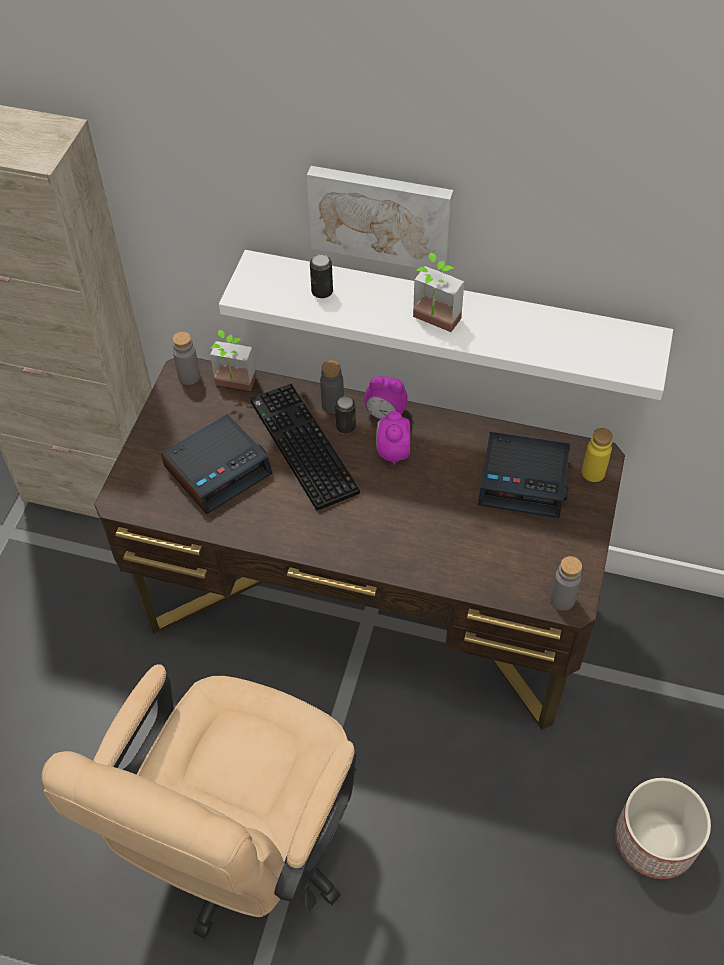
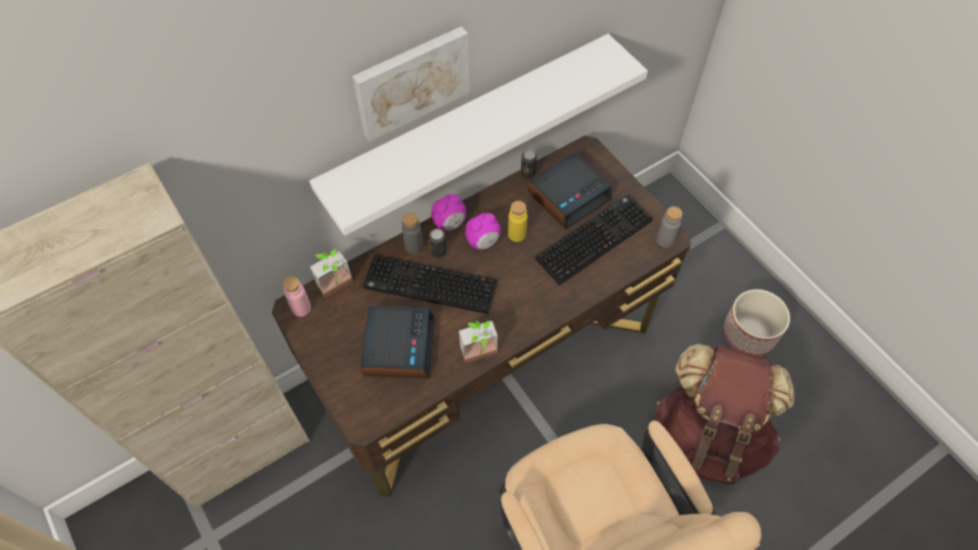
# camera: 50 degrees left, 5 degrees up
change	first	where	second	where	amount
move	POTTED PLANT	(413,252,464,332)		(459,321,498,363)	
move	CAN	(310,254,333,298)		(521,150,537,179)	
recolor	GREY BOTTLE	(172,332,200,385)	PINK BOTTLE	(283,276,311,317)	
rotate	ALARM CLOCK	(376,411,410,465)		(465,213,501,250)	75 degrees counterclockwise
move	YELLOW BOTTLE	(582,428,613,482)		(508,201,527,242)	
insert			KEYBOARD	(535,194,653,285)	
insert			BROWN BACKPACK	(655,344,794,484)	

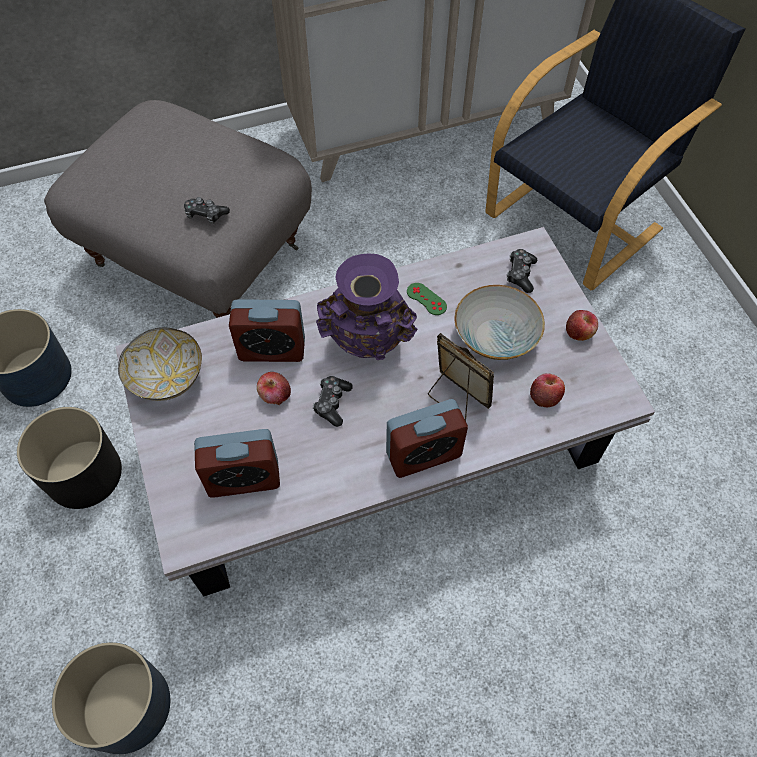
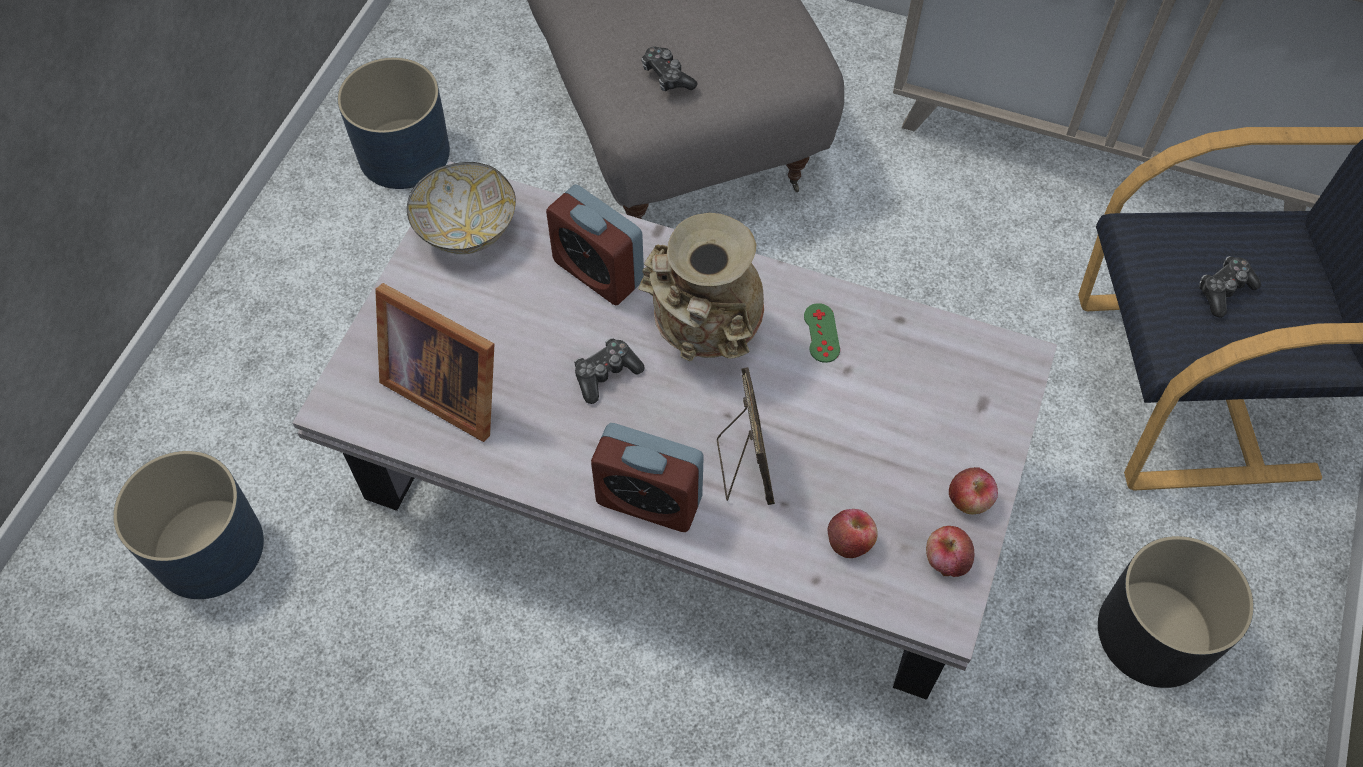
# camera: 40 degrees right, 0 degrees up
change	first	where	second	where	amount
move	GAME CONTROLLER	(507,249,537,293)		(1199,256,1261,318)	
recolor	PURPLE VASE	(316,253,417,360)	BEIGE VASE	(638,213,764,361)	
delete	BOWL	(454,285,545,360)			
move	APPLE	(257,372,291,405)		(926,526,975,577)	
move	BLACK PLANTER	(17,407,122,509)		(1098,536,1254,688)	
replace	ALARM CLOCK	(194,429,280,497)	PICTURE FRAME	(375,283,494,442)	

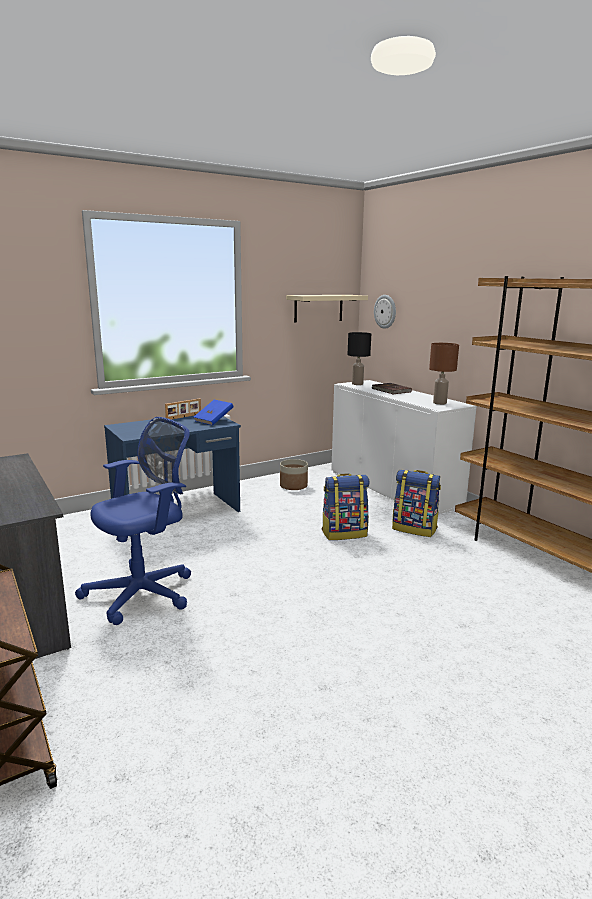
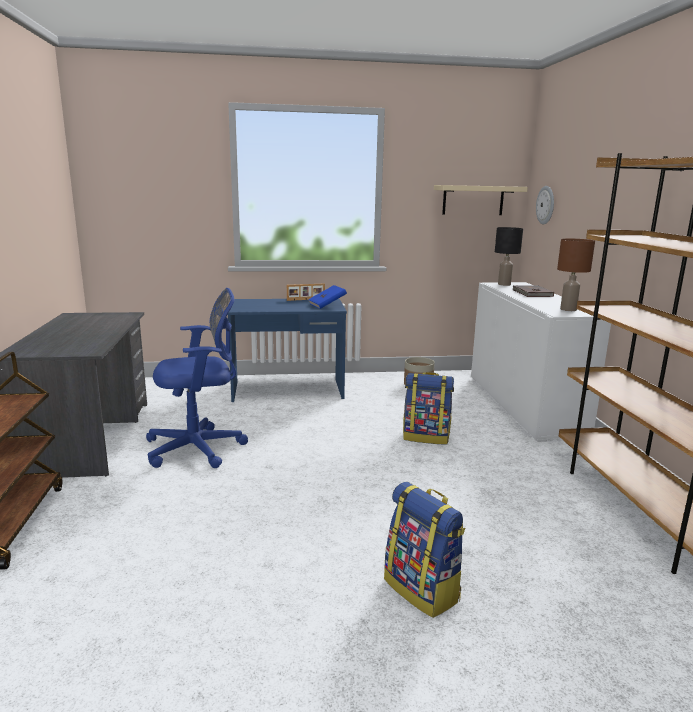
# camera: 25 degrees right, 0 degrees up
change	first	where	second	where	amount
move	BACKPACK	(392,470,441,537)		(384,482,465,618)	

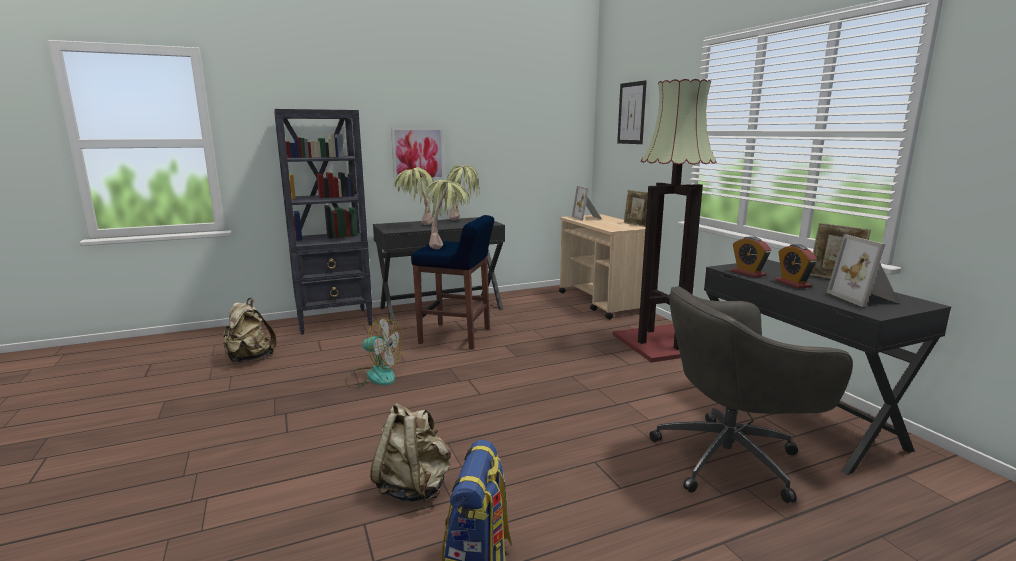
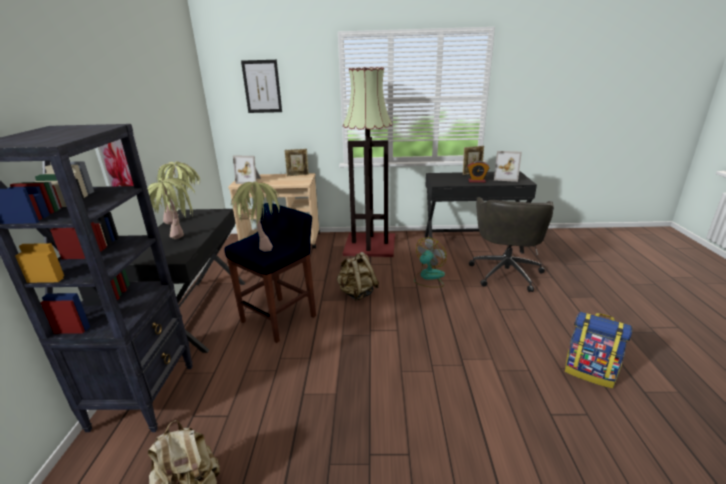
# camera: 65 degrees left, 10 degrees up
change	first	where	second	where	amount
delete	ALARM CLOCK	(731,236,771,278)			
move	FAN	(345,317,402,388)		(414,238,447,288)	
move	BEIGE BACKPACK	(370,403,451,502)		(336,252,379,301)	

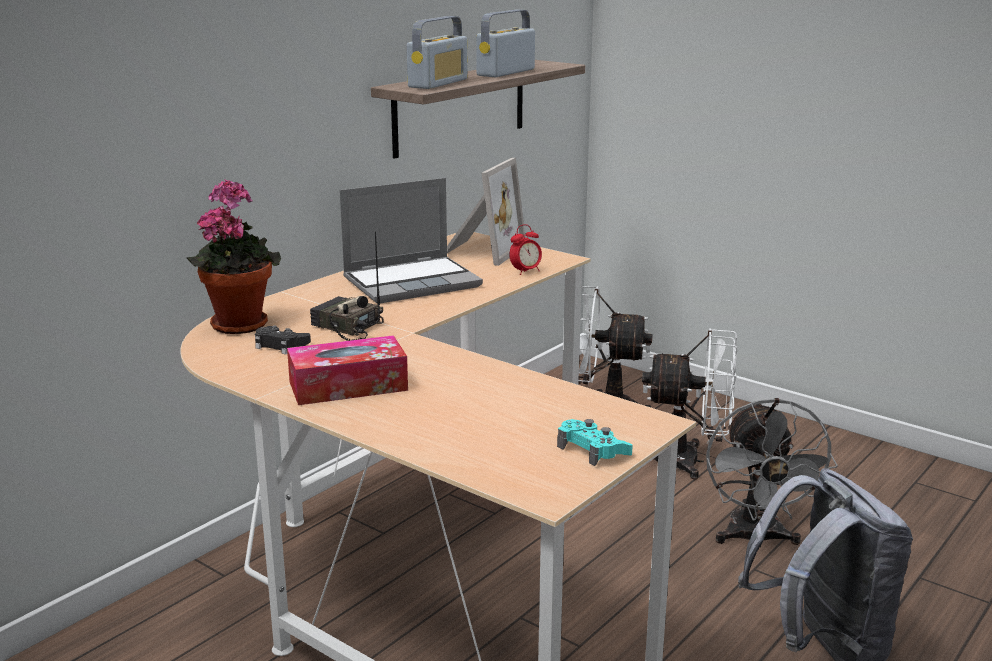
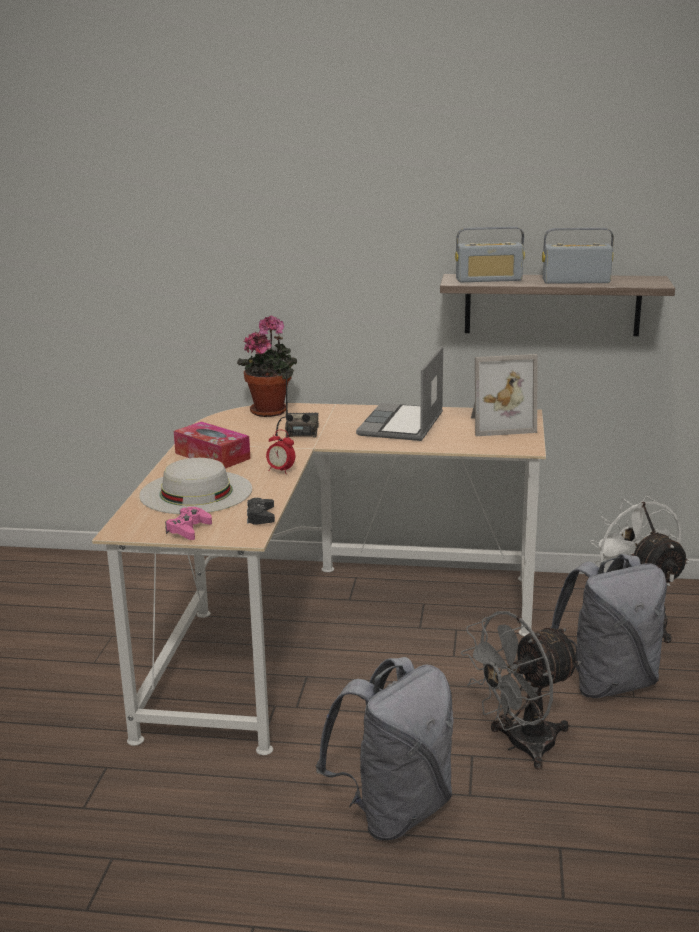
# camera: 60 degrees right, 0 degrees up
change	first	where	second	where	amount
rotate	LAPTOP	(339,178,483,303)		(356,346,443,441)	75 degrees clockwise
move	ALARM CLOCK	(509,224,542,275)		(266,430,295,474)	
move	BLACK GAME CONTROLLER	(255,326,311,354)		(247,498,275,525)	
replace	WHITE FAN	(642,329,737,480)	GREY BACKPACK	(550,554,667,698)	
recolor	TURQUOISE GAME CONTROLLER	(557,419,633,466)	PINK GAME CONTROLLER	(165,507,212,540)	
insert			WHITE HAT	(139,458,252,514)	

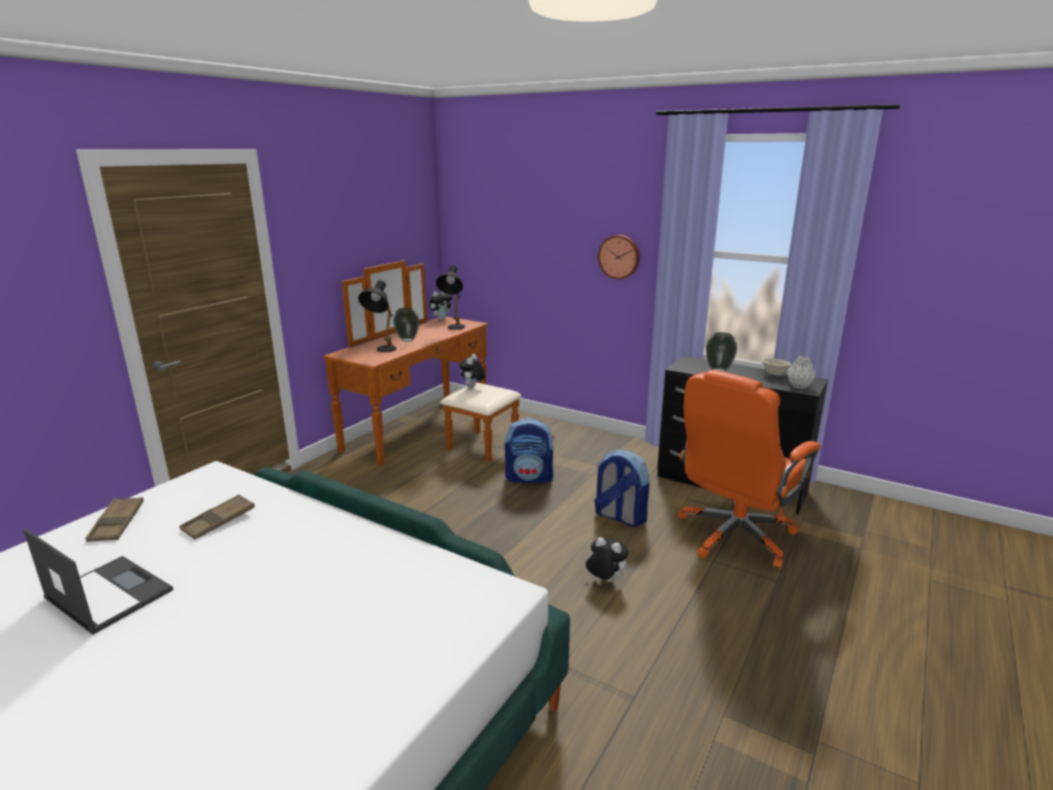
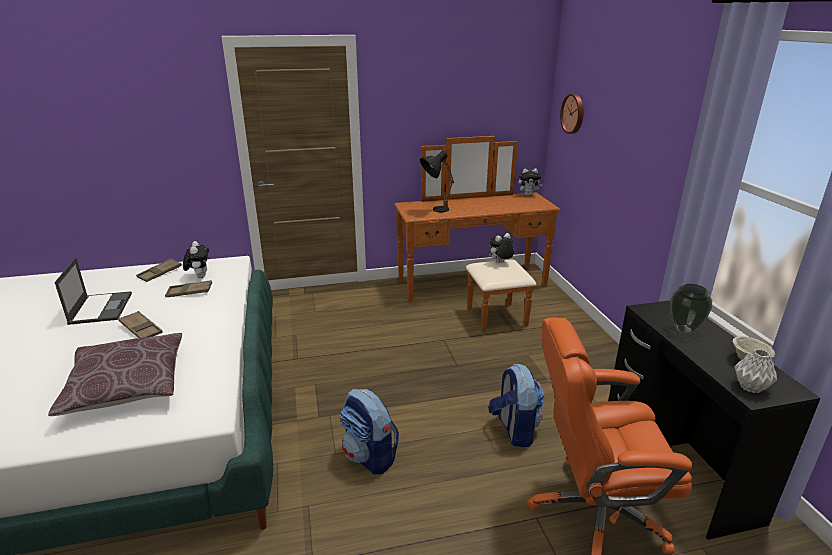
# camera: 45 degrees right, 5 degrees up
change	first	where	second	where	amount
move	WALL CLOCK	(598,235,640,279)		(560,94,584,134)	
delete	BLACK TABLE LAMP	(436,266,465,330)			
delete	VASE	(393,308,419,342)			
move	BACKPACK	(505,418,555,483)		(340,388,399,475)	
move	PLUSH TOY	(586,537,629,582)		(183,241,209,278)	
insert			BROWN TRAY	(118,311,162,338)	
insert			BROWN PILLOW	(48,333,182,416)	

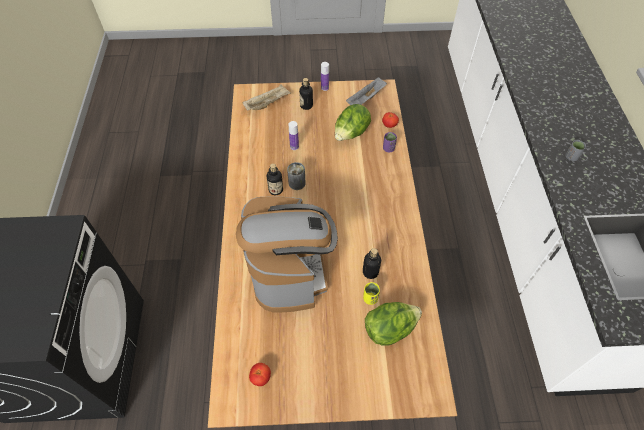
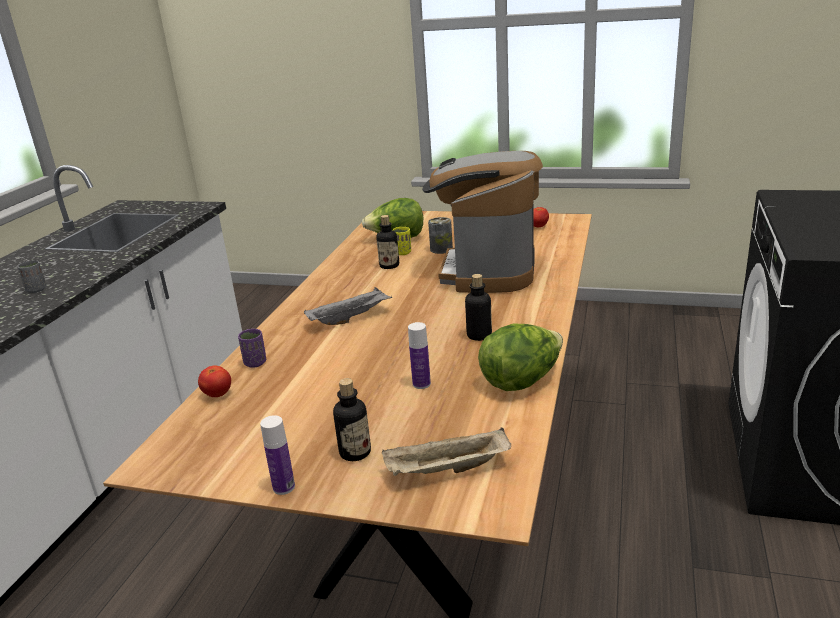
# camera: 160 degrees left, 30 degrees down
change	first	where	second	where	amount
move	GREY TRAY	(346,77,387,105)		(304,287,392,325)	
move	LETTUCE	(335,104,371,141)		(478,323,563,391)	
move	CAN	(287,162,305,190)		(428,217,453,254)	

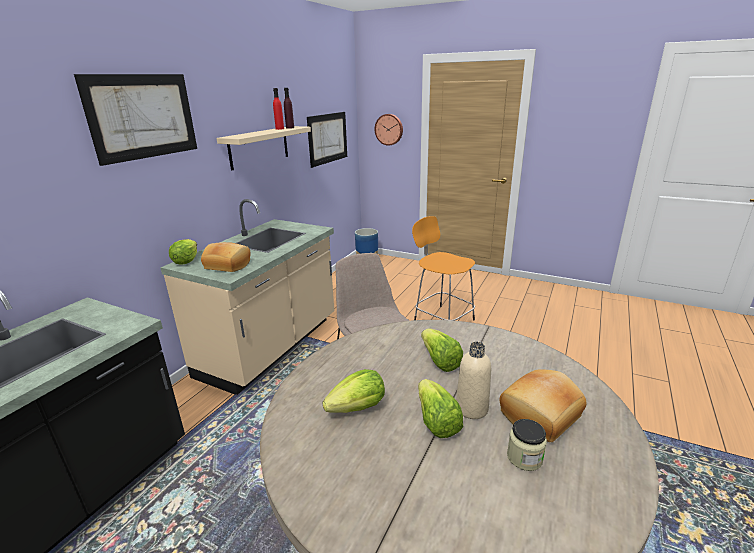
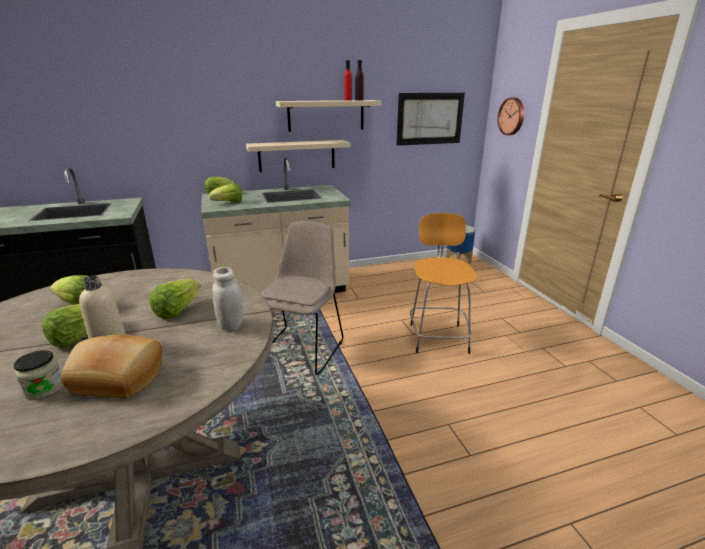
# camera: 45 degrees right, 0 degrees up
change	first	where	second	where	amount
delete	PICTURE	(74,74,197,166)			
replace	BREAD	(201,242,251,272)	LETTUCE	(209,183,242,202)	
insert			BEIGE SHELF	(246,140,350,172)	
insert			WHITE JAR	(212,267,244,331)	

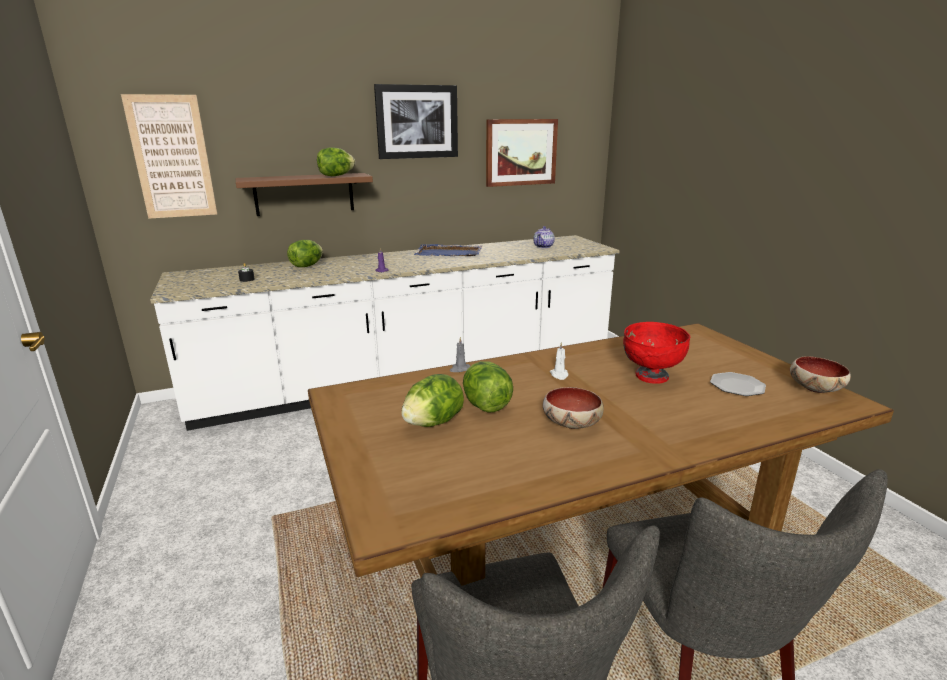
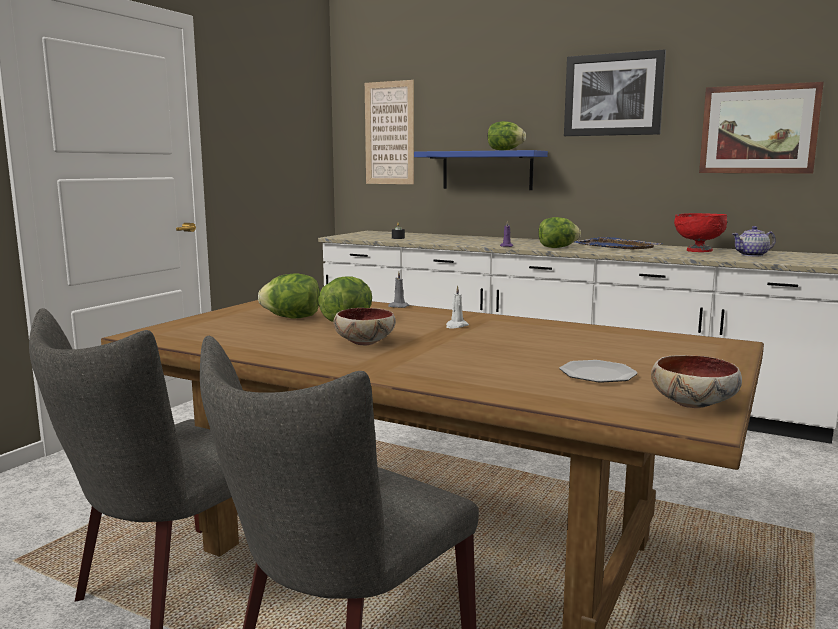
# camera: 50 degrees right, 10 degrees down
change	first	where	second	where	amount
recolor	BROWN SHELF	(236,173,373,216)	BLUE SHELF	(414,150,548,190)	
move	LETTUCE	(287,240,323,267)		(538,217,581,248)	
move	RED BOWL	(623,322,690,384)		(674,213,727,252)	

